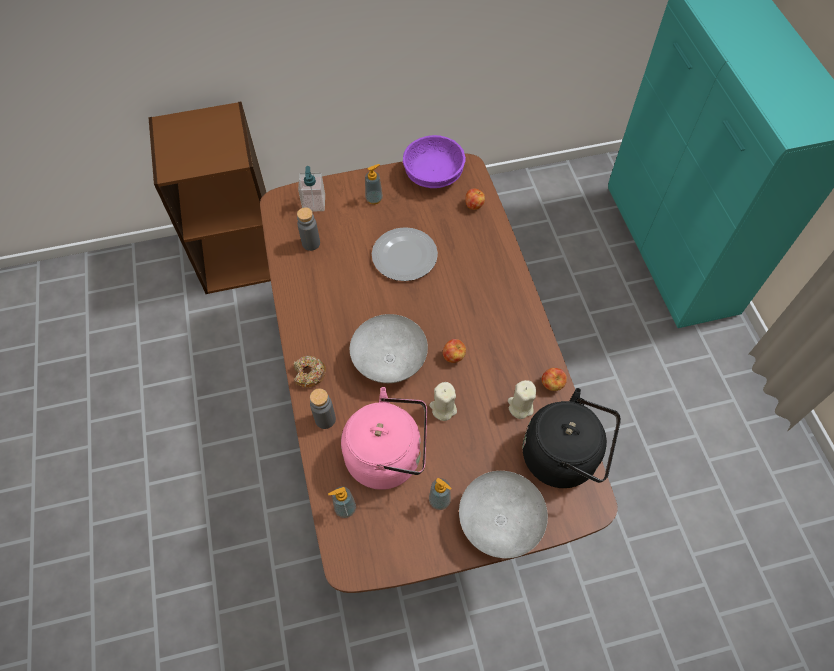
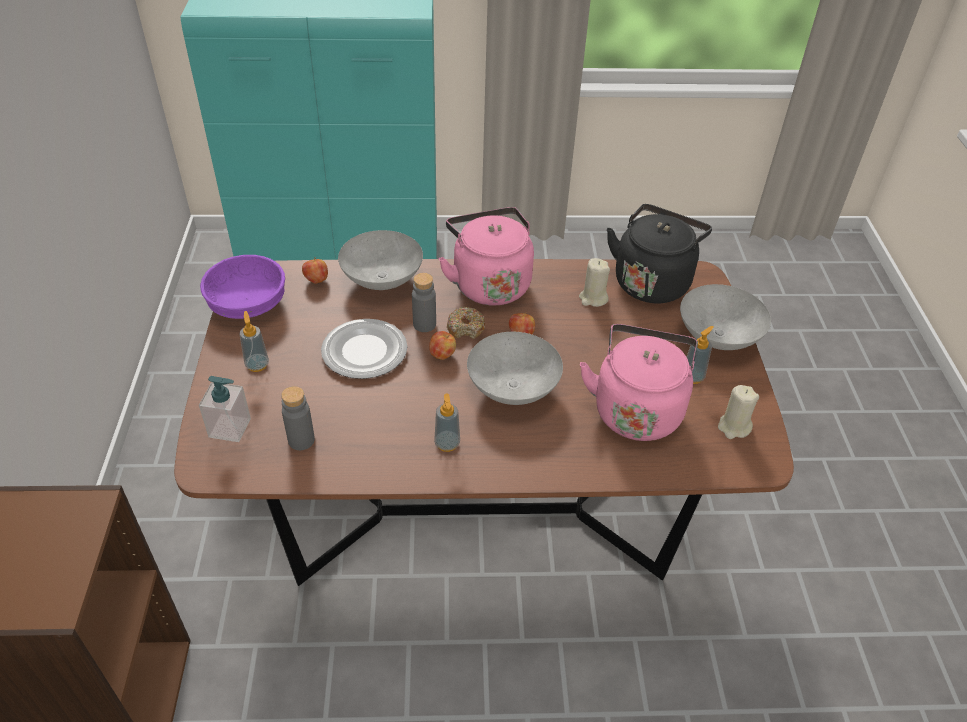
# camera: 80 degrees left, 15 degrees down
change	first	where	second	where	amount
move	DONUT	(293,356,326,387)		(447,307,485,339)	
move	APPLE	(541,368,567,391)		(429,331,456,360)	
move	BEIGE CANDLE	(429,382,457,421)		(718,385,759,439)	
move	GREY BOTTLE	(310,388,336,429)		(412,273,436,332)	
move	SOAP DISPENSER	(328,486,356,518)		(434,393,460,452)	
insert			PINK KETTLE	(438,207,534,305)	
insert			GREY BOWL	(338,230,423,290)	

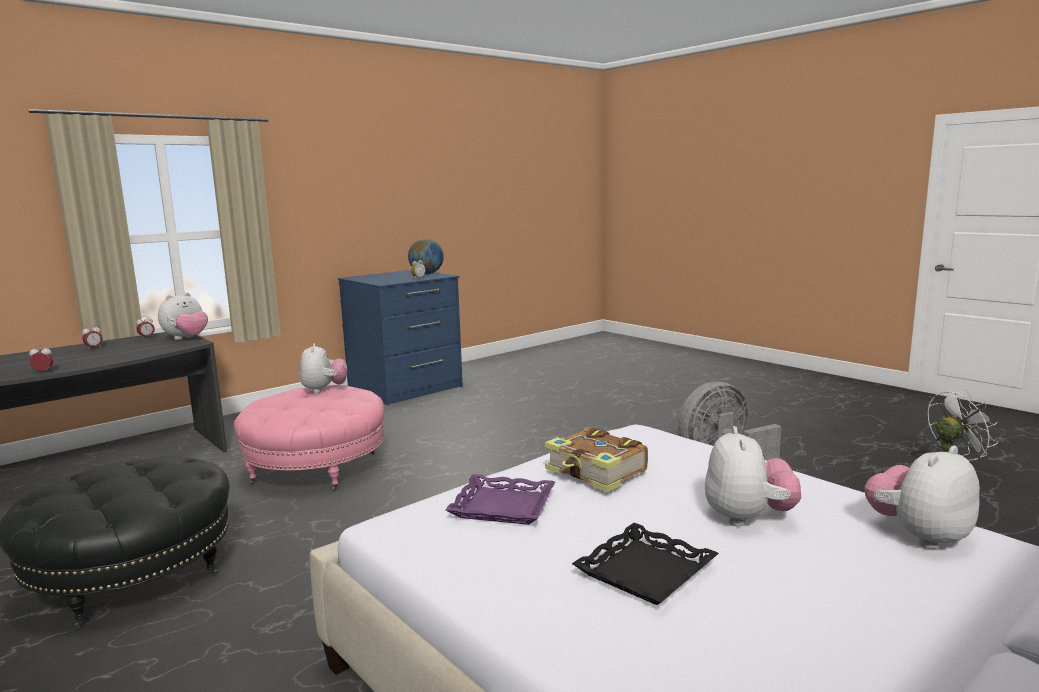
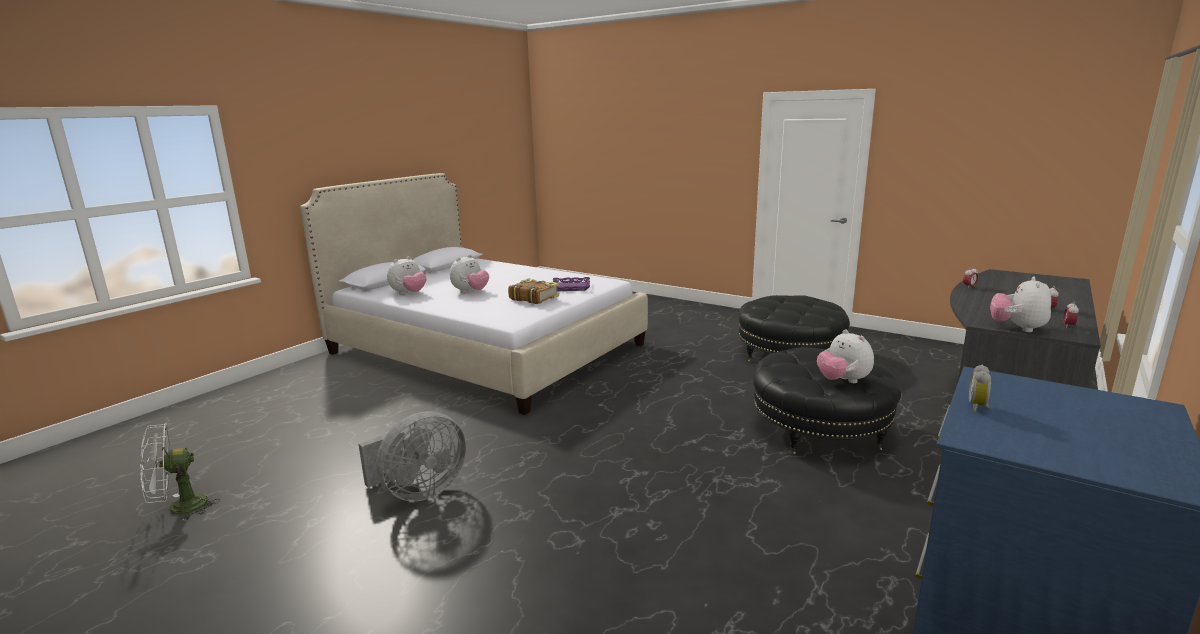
# camera: 165 degrees right, 5 degrees up
change	first	where	second	where	amount
delete	GLOBE	(408,239,444,274)			
recolor	PINK OTTOMAN	(234,385,384,491)	BLACK OTTOMAN	(753,347,901,455)	
rotate	PLUSH TOY	(705,426,801,526)		(450,255,489,293)	135 degrees counterclockwise
delete	BLACK TRAY	(572,523,719,605)			

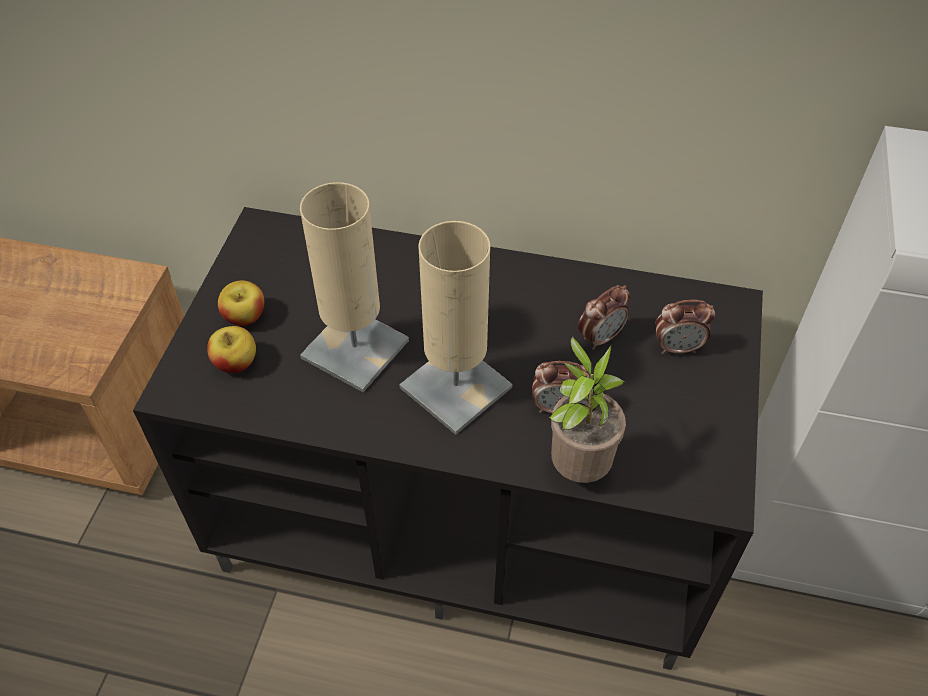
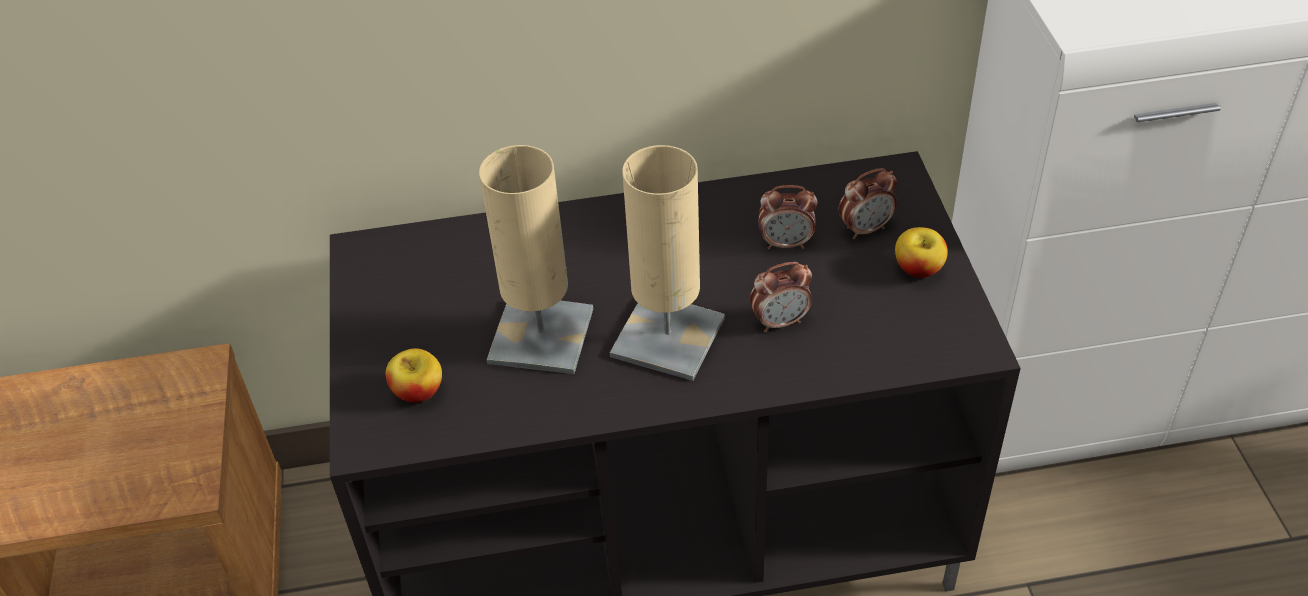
# camera: 20 degrees left, 5 degrees down
change	first	where	second	where	amount
move	APPLE	(218,280,264,326)		(895,227,948,278)	
rotate	ALARM CLOCK	(578,285,630,350)		(758,185,817,249)	60 degrees clockwise
delete	POTTED PLANT	(549,337,626,483)			

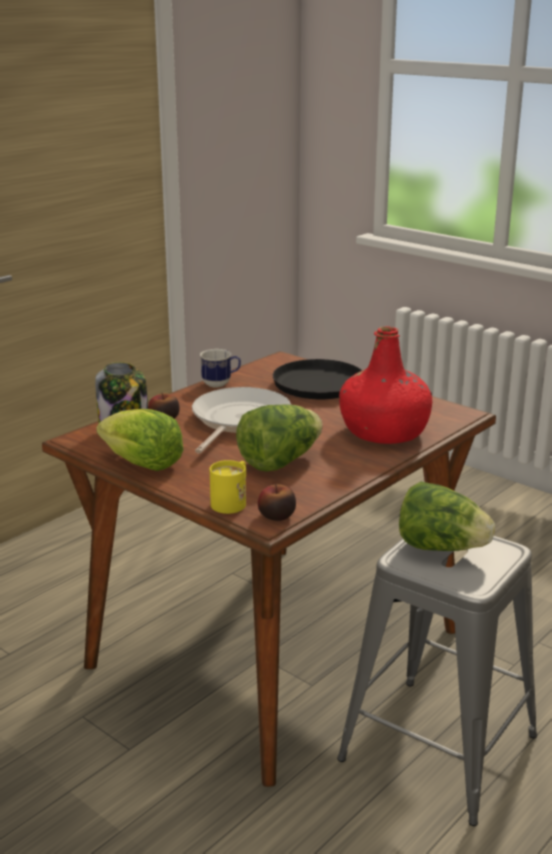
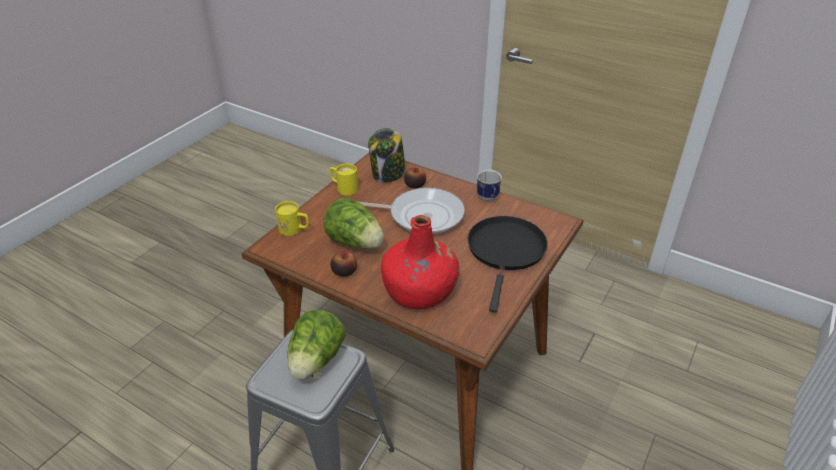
# camera: 80 degrees right, 15 degrees up
change	first	where	second	where	amount
replace	LETTUCE	(96,409,184,471)	YELLOW MUG	(330,164,358,196)	
move	APPLE	(258,484,296,521)		(330,251,357,277)	

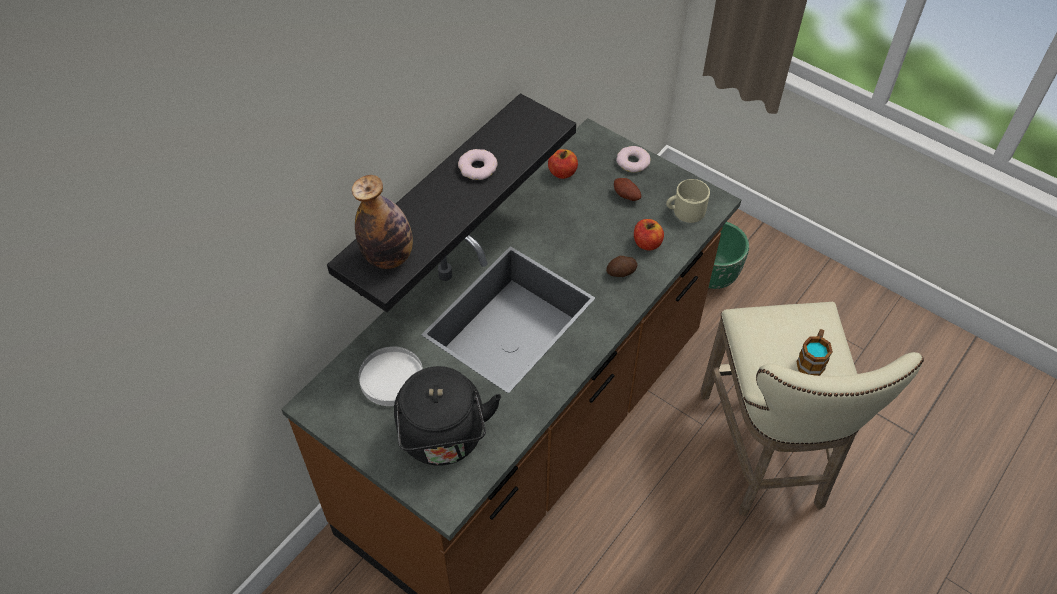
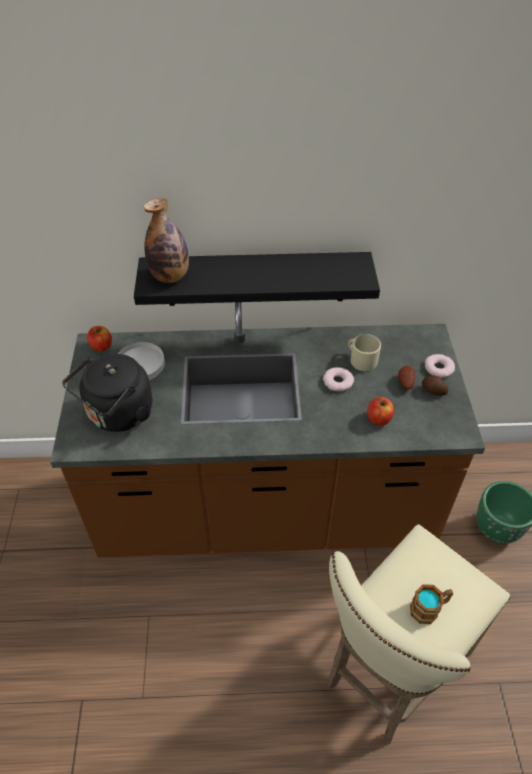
# camera: 50 degrees right, 5 degrees down
change	first	where	second	where	amount
move	DONUT	(458,149,498,180)		(323,367,354,391)	
move	APPLE	(548,149,578,179)		(87,326,112,351)	
move	BEIGE MUG	(666,179,710,223)		(348,334,381,371)	
move	POTATO	(606,256,637,277)		(422,376,449,396)	

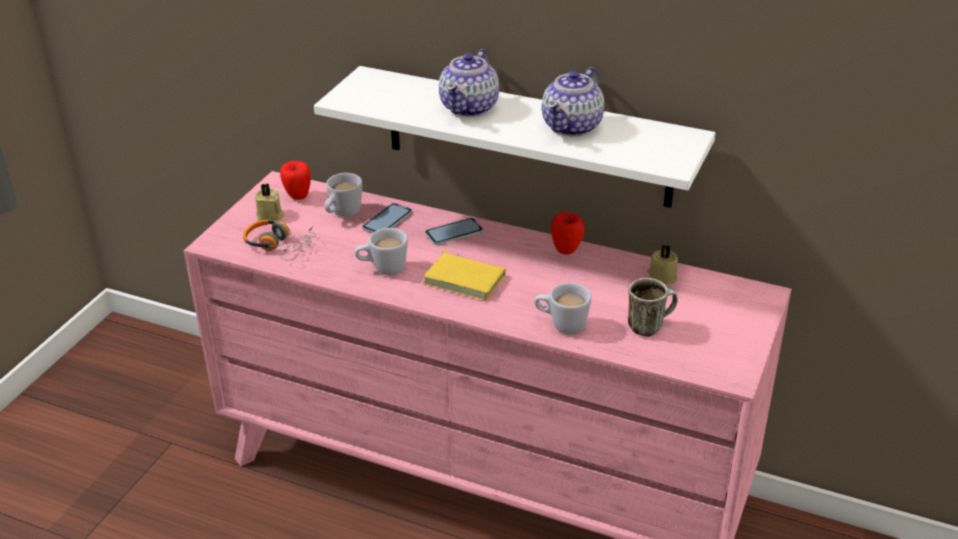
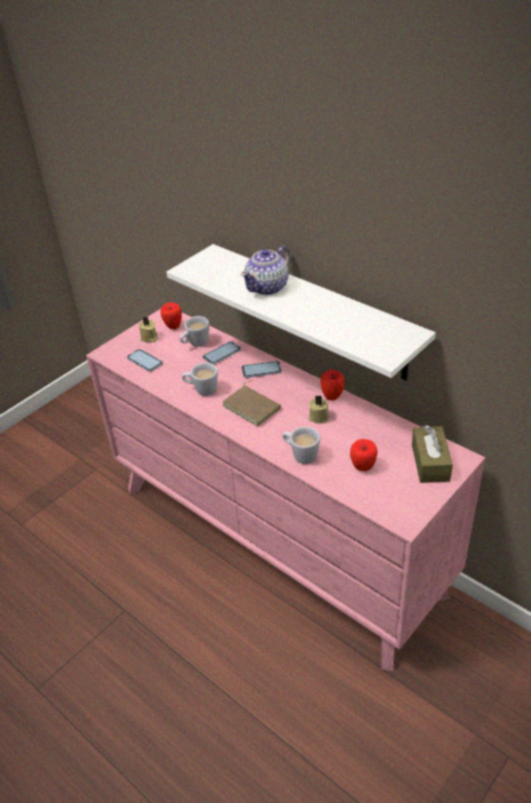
# camera: 20 degrees right, 5 degrees up
change	first	where	second	where	amount
delete	TEAPOT	(542,67,604,137)			
replace	HEADPHONES	(243,220,316,260)	PHONE	(127,349,163,372)	
recolor	YELLOW BOOK	(423,245,506,300)	BROWN BOOK	(222,381,281,426)	
move	BEIGE CANDLE	(647,245,678,285)		(308,395,329,423)	
replace	MUG	(628,278,678,336)	APPLE	(350,439,377,471)	
insert			BROWN TISSUE BOX	(412,425,453,483)	

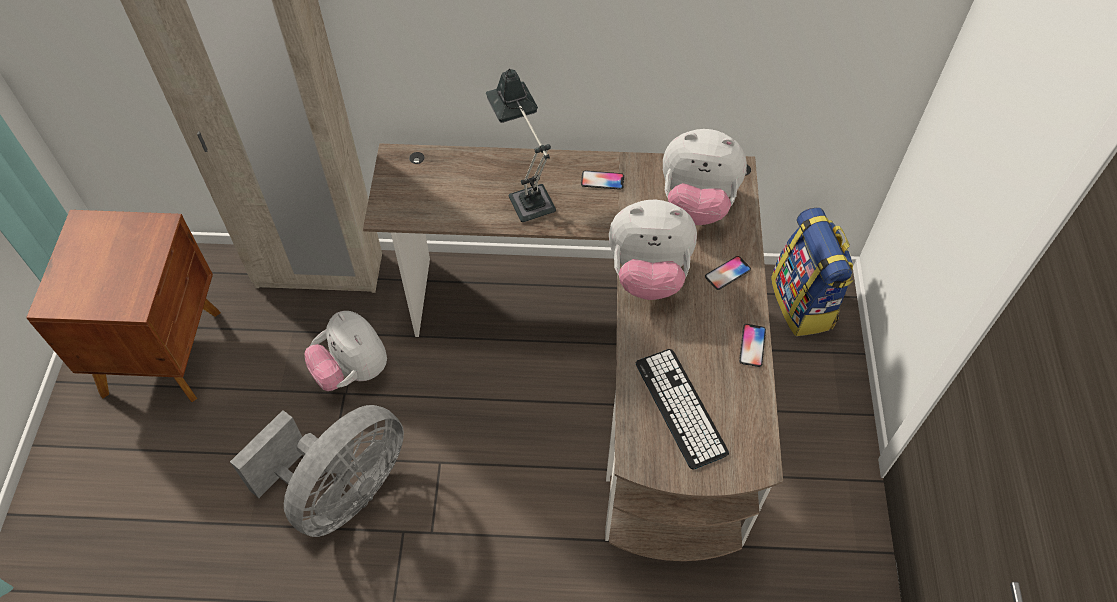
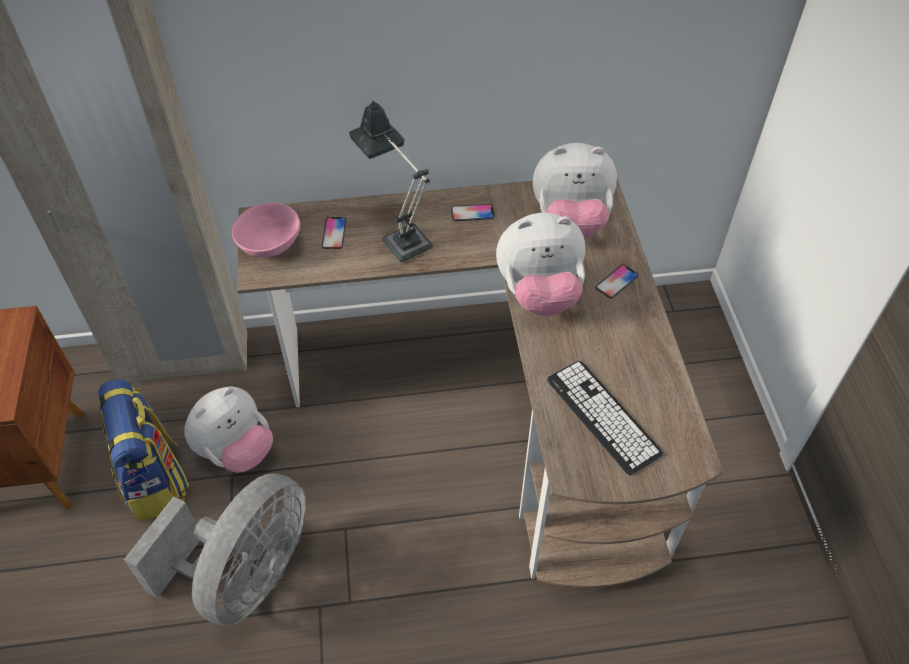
# camera: 10 degrees left, 5 degrees down
change	first	where	second	where	amount
move	BACKPACK	(771,208,854,336)		(98,379,189,522)	
rotate	PLUSH TOY	(305,311,387,391)		(184,386,273,473)	90 degrees counterclockwise
move	PHONE	(739,324,766,367)		(322,217,346,249)	
insert			PINK BOWL	(232,203,300,258)	

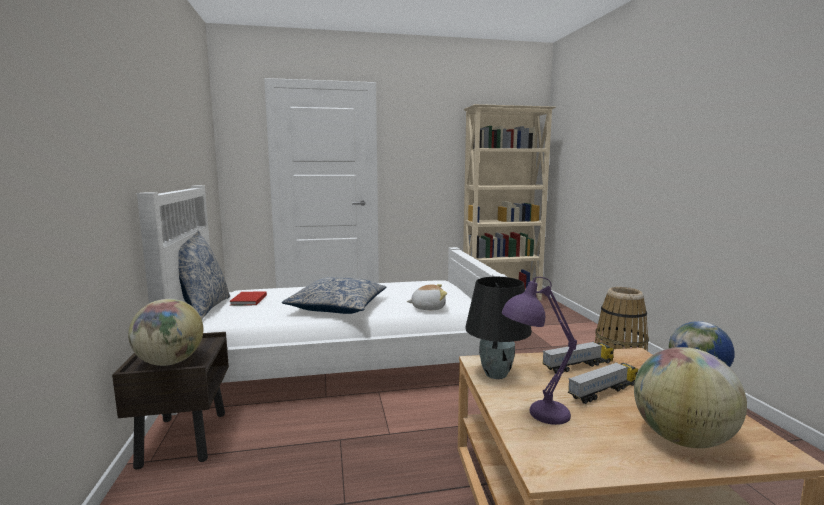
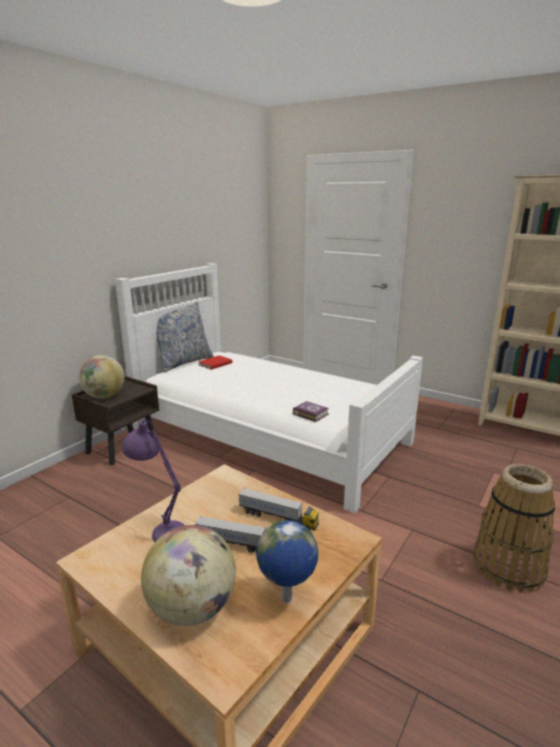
# camera: 45 degrees right, 10 degrees up
change	first	where	second	where	amount
delete	PILLOW	(282,277,386,314)			
delete	BLACK TABLE LAMP	(465,277,532,379)			
replace	PLUSH TOY	(407,284,447,310)	BOOK	(293,401,329,422)	

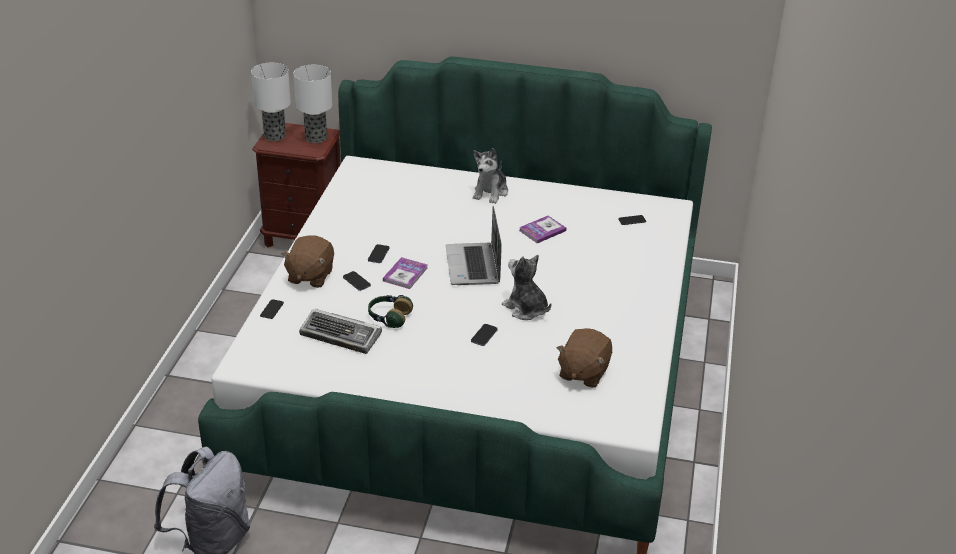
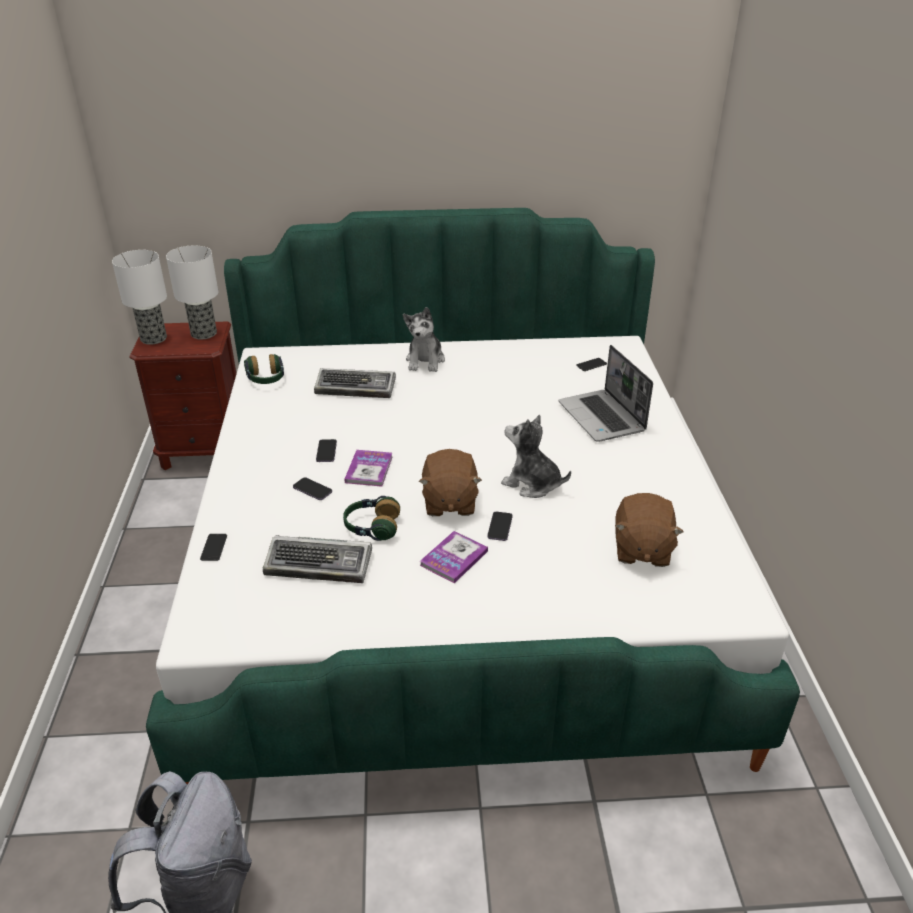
# camera: 15 degrees left, 0 degrees up
change	first	where	second	where	amount
move	LAPTOP	(446,206,502,285)		(559,345,653,442)	
move	BOOK	(519,216,566,243)		(420,531,488,583)	
move	BROWN PLUSH TOY	(281,235,334,288)		(419,449,482,516)	
insert			HEADPHONES	(244,354,284,384)	
insert			KEYBOARD	(314,368,396,398)	

